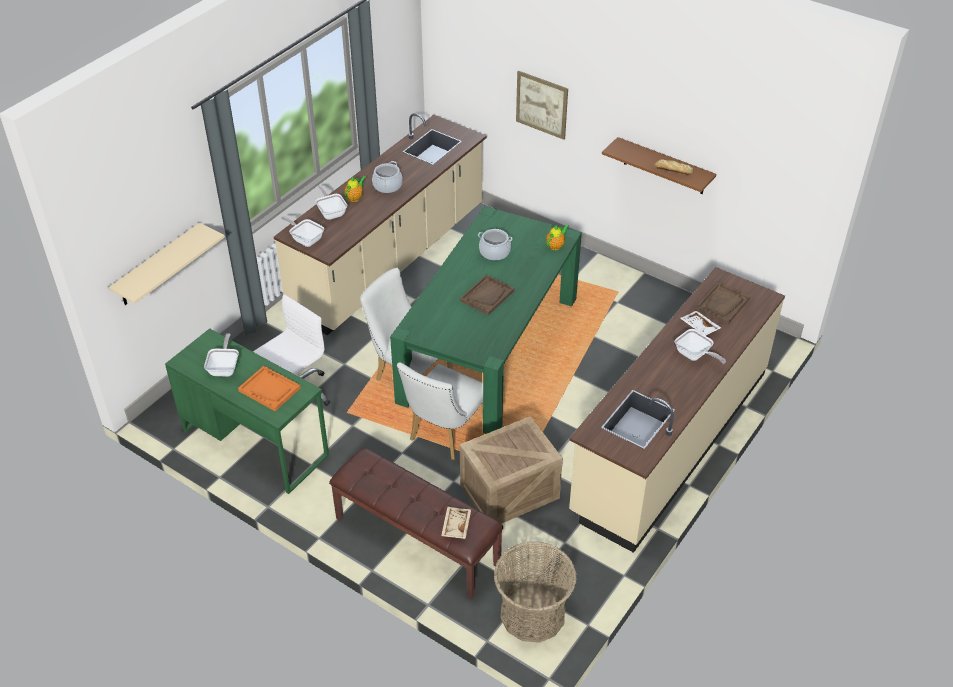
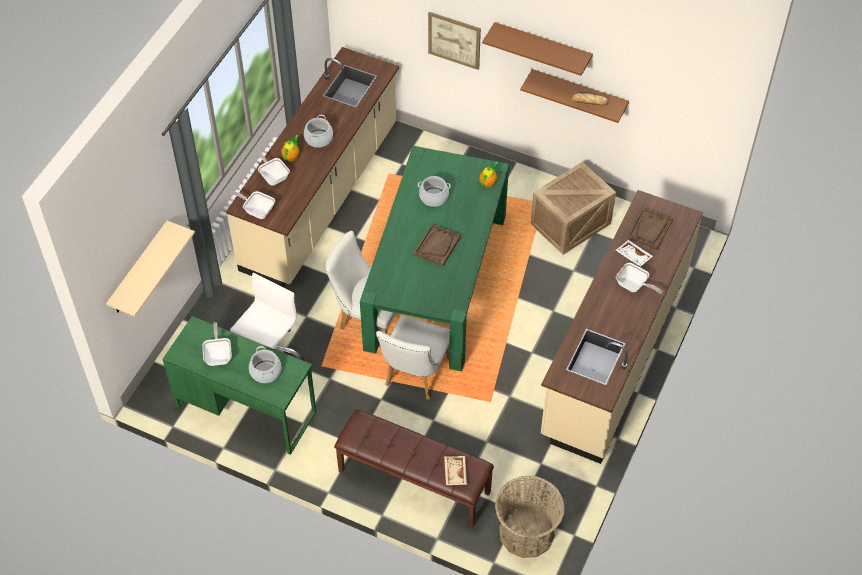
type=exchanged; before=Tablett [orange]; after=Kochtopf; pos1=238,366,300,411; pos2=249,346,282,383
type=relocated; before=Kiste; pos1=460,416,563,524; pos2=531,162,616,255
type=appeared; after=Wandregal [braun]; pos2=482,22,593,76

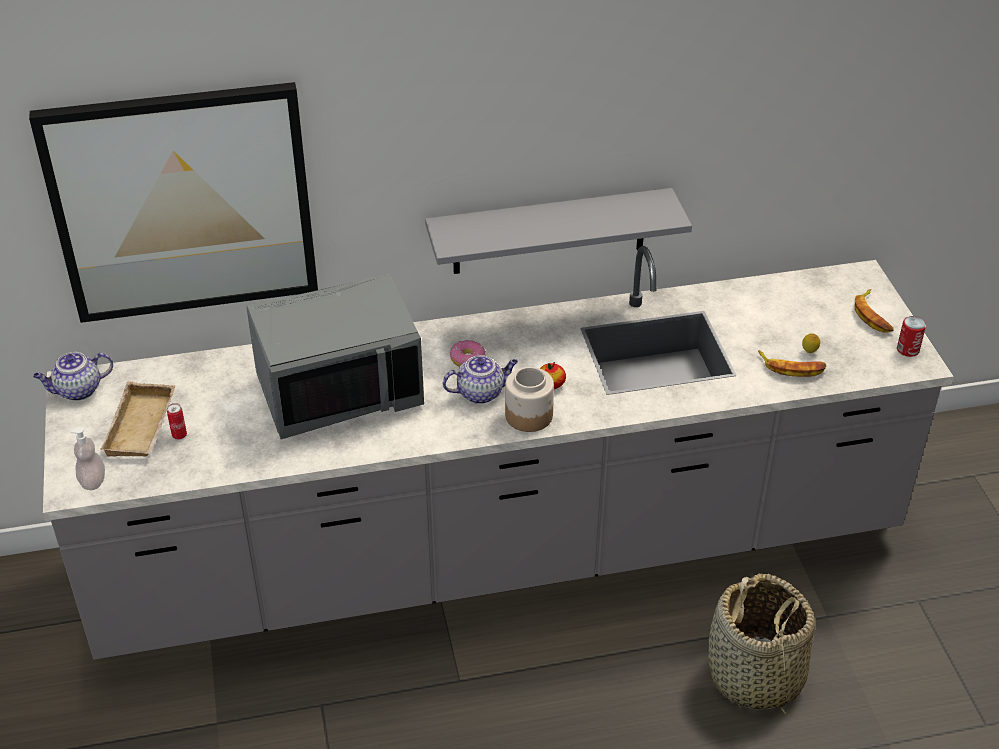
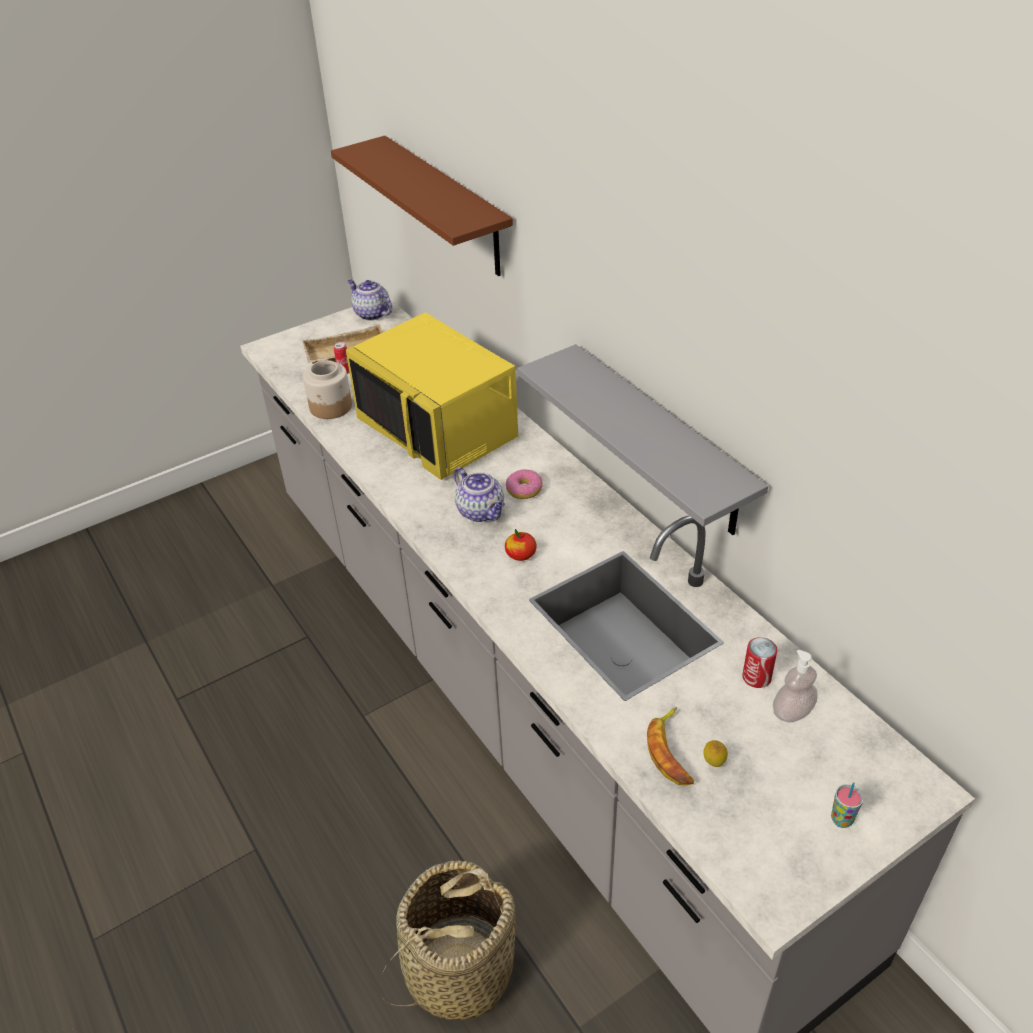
type=exchanged; before=Bild; after=Wandregal [braun]; pos1=29,82,318,323; pos2=331,136,513,276
type=colour; before=Mikrowelle [grau]; after=Mikrowelle [gelb]; pos1=247,274,424,439; pos2=346,312,518,480
type=exchanged; before=Banane; after=Tasse; pos1=855,289,894,333; pos2=831,782,864,828
type=relocated; before=Dose; pos1=897,316,926,357; pos2=742,637,777,688
type=relocated; before=Vorratsglas; pos1=505,367,554,432; pos2=303,360,352,419
type=relocated; before=Seifenspender; pos1=70,427,105,490; pos2=773,650,818,722

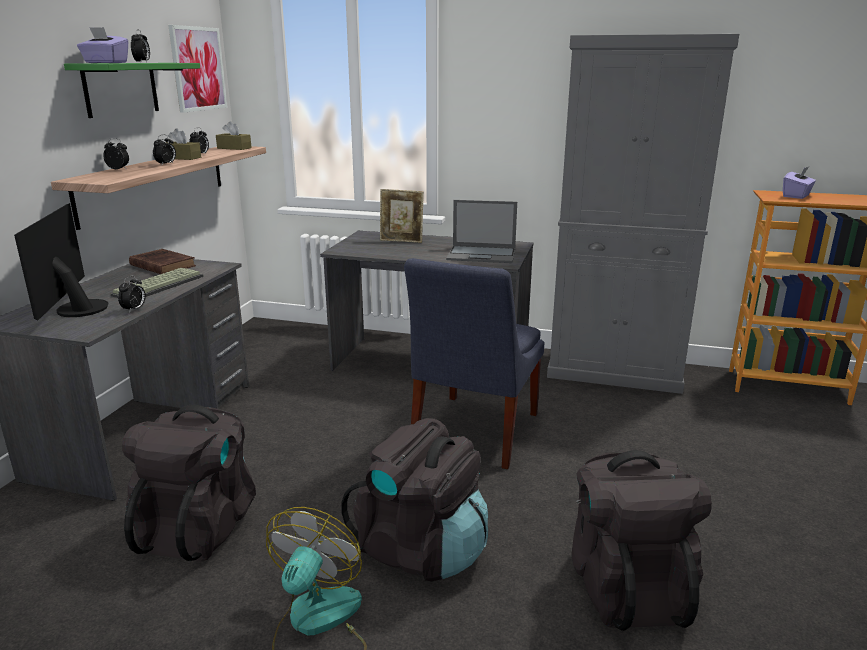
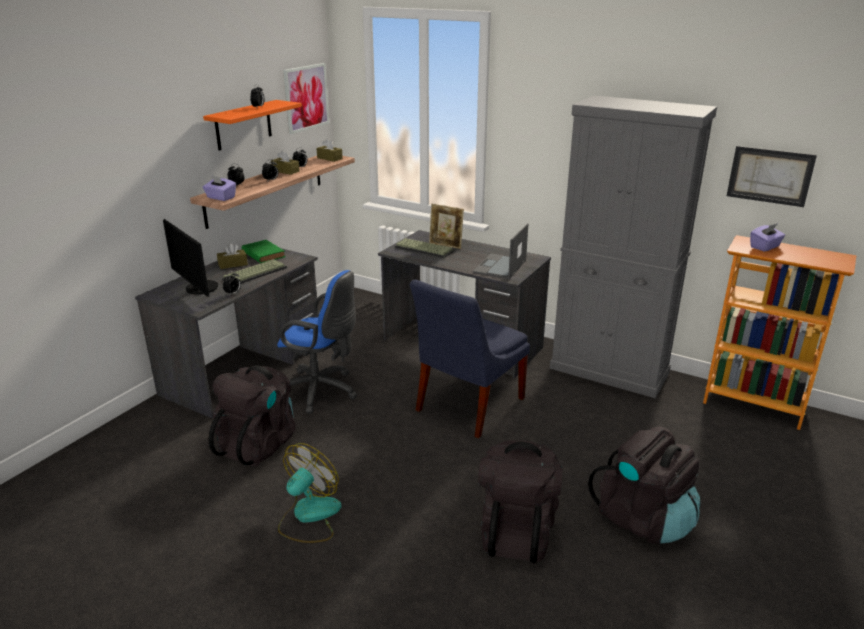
type=relocated; before=Taschentuchbox [lila]; pos1=77,27,128,63; pos2=203,175,236,201
type=colour; before=Wandregal [grün]; after=Wandregal [orange]; pos1=64,63,200,118; pos2=203,100,302,151
type=spun; before=Laptop; pos1=446,200,517,263; pos2=473,223,528,279; turn=90
type=spun; before=Monitor; pos1=14,203,109,321; pos2=163,219,218,297; turn=-45
type=colour; before=Buch [braun]; after=Buch [grün]; pos1=129,249,196,274; pos2=242,240,286,263
type=relocated; before=Rucksack [schwarz]; pos1=341,418,488,581; pos2=588,427,700,544
type=appeared; after=Bild; pos2=727,146,817,207
type=appeared; after=Tastatur; pos2=395,238,454,258
type=appeared; after=Taschentuchbox [braun]; pos2=217,243,248,269
type=appeared; after=Bürostuhl [blau]; pos2=277,270,357,414

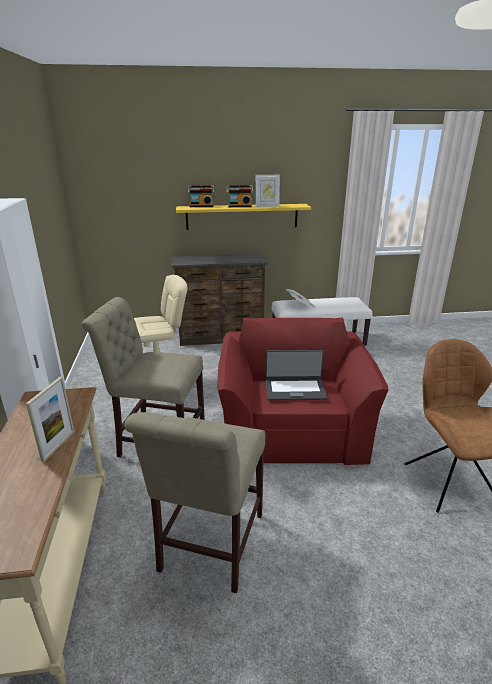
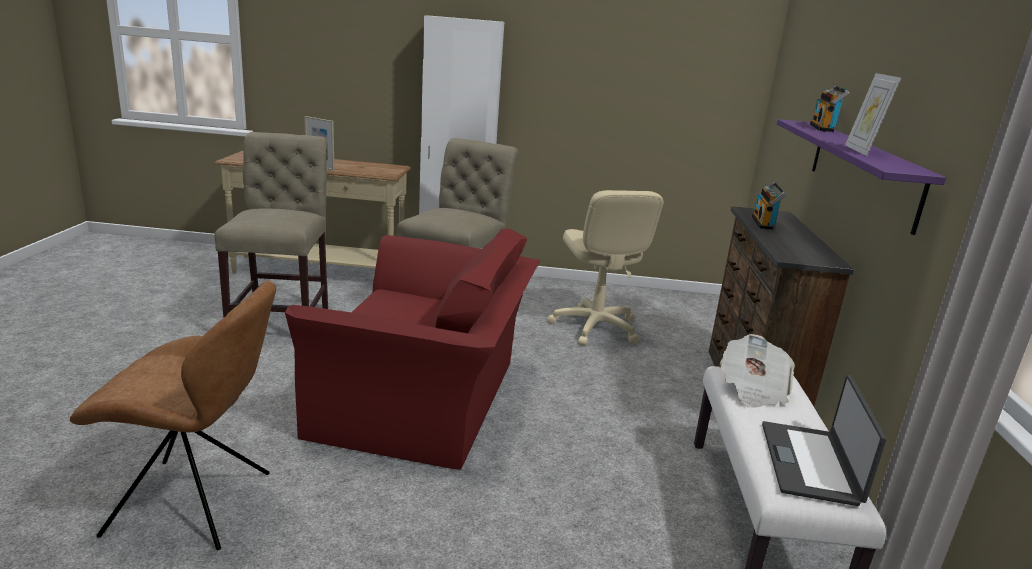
type=relocated; before=Radio; pos1=227,185,253,207; pos2=752,182,787,230
type=colour; before=Wandregal [gelb]; after=Wandregal [lila]; pos1=176,204,311,230; pos2=777,119,946,235
type=relocated; before=Laptop; pos1=265,350,327,400; pos2=762,375,887,506
type=spun; before=Stuhl [beige]; pos1=124,412,266,593; pos2=215,132,328,318; turn=60

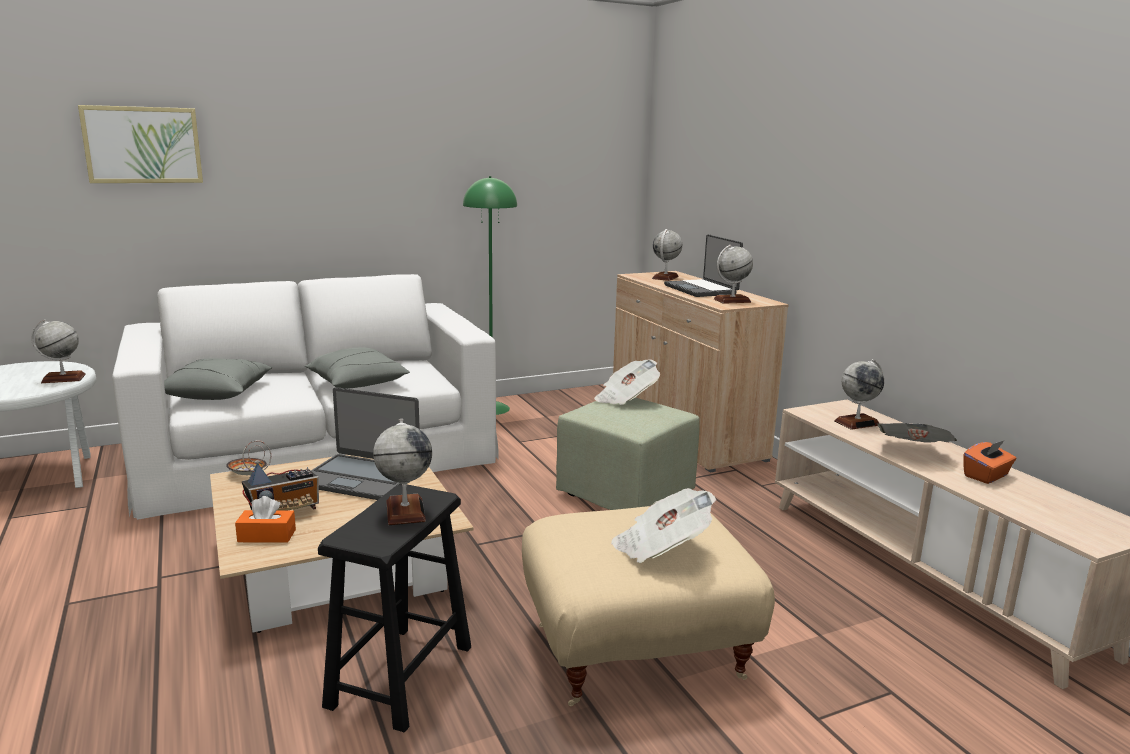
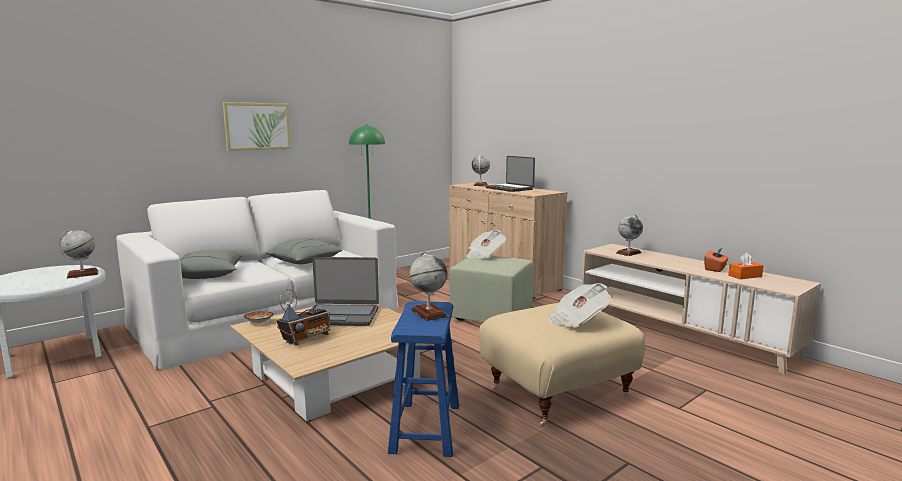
type=relocated; before=Bild; pos1=78,105,203,183; pos2=223,102,291,151
type=missing; before=Globus; pos1=714,245,753,304
type=missing; before=Zeitung; pos1=877,423,957,443
type=colour; before=Hocker [schwarz]; after=Hocker [blau]; pos1=318,485,471,733; pos2=388,301,459,457
type=relocated; before=Taschentuchbox [orange]; pos1=235,496,296,542; pos2=728,253,764,279

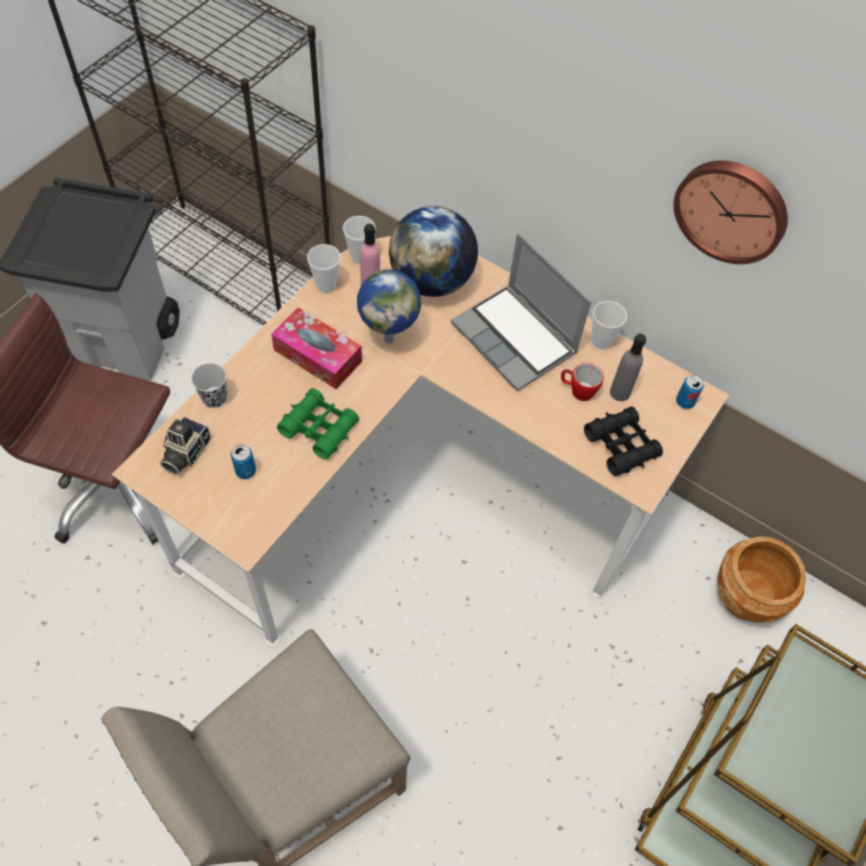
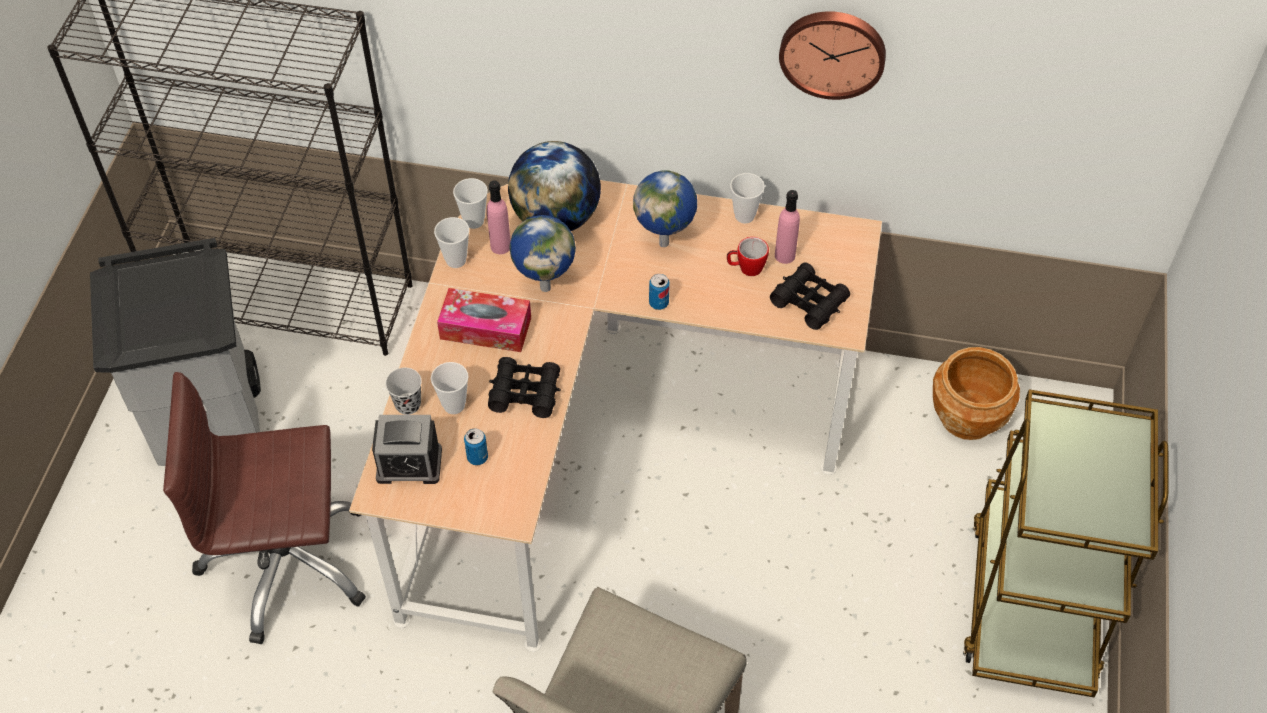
type=exchanged; before=Laptop; after=Globus; pos1=451,233,591,391; pos2=633,171,697,247
type=colour; before=Flasche [grau]; after=Flasche [rosa]; pos1=610,334,646,401; pos2=775,190,800,264
type=relocated; before=Dose; pos1=676,375,704,409; pos2=649,274,670,310
type=colour; before=Fernglas [grün]; after=Fernglas [schwarz]; pos1=277,388,359,459; pos2=488,357,561,418
type=exchanged; before=Kamera; after=Wecker; pos1=160,417,211,475; pos2=372,415,442,484
type=appeared; after=Tasse; pos2=431,362,469,414

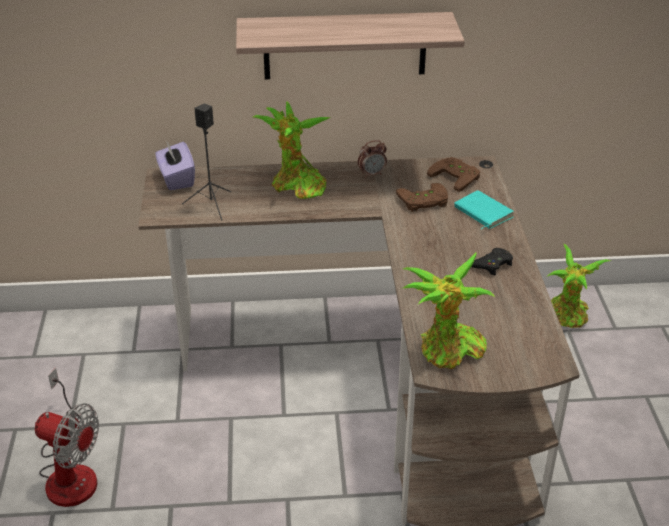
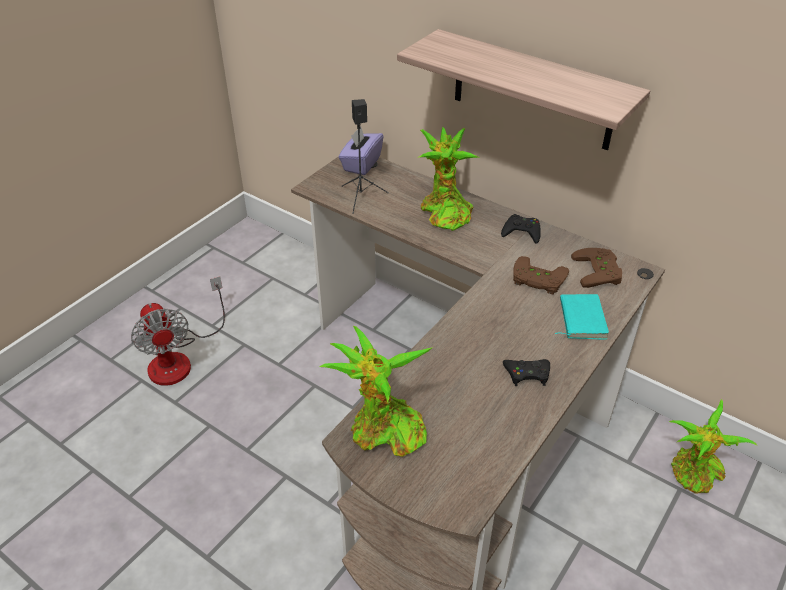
type=exchanged; before=Wecker; after=Gamepad [schwarz]; pos1=358,140,387,178; pos2=501,214,541,244

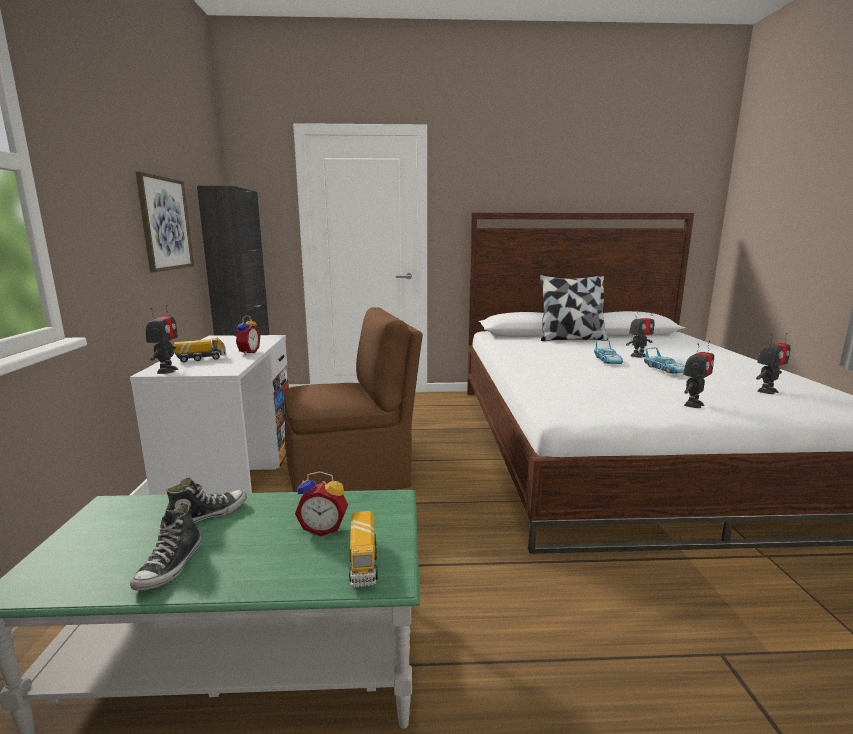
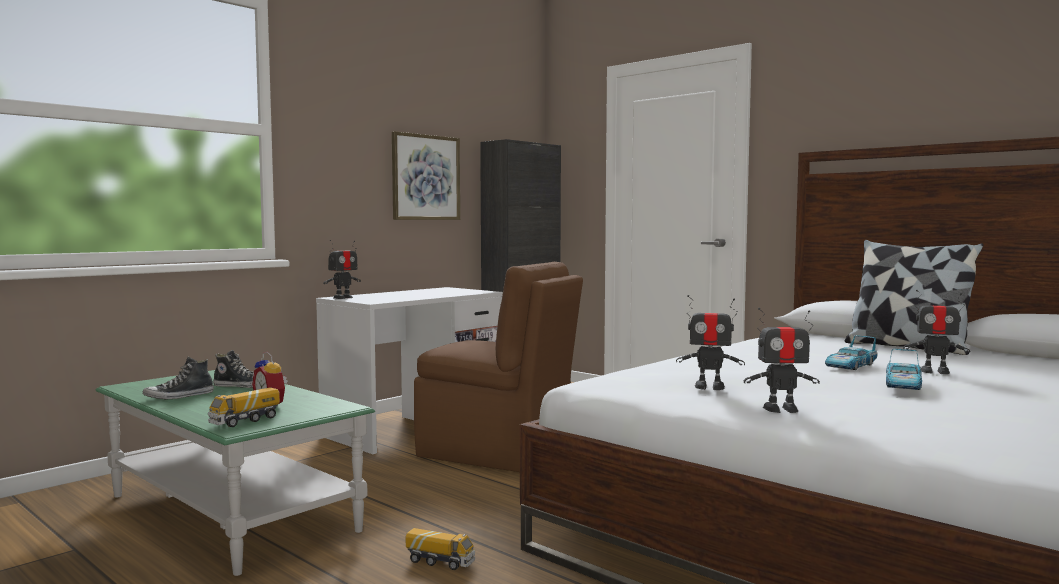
type=missing; before=Wecker; pos1=234,315,260,355
type=relocated; before=Spielzeugroboter; pos1=756,333,791,394; pos2=676,295,745,390
type=relocated; before=Spielzeuglaster; pos1=174,337,226,362; pos2=406,528,475,570

